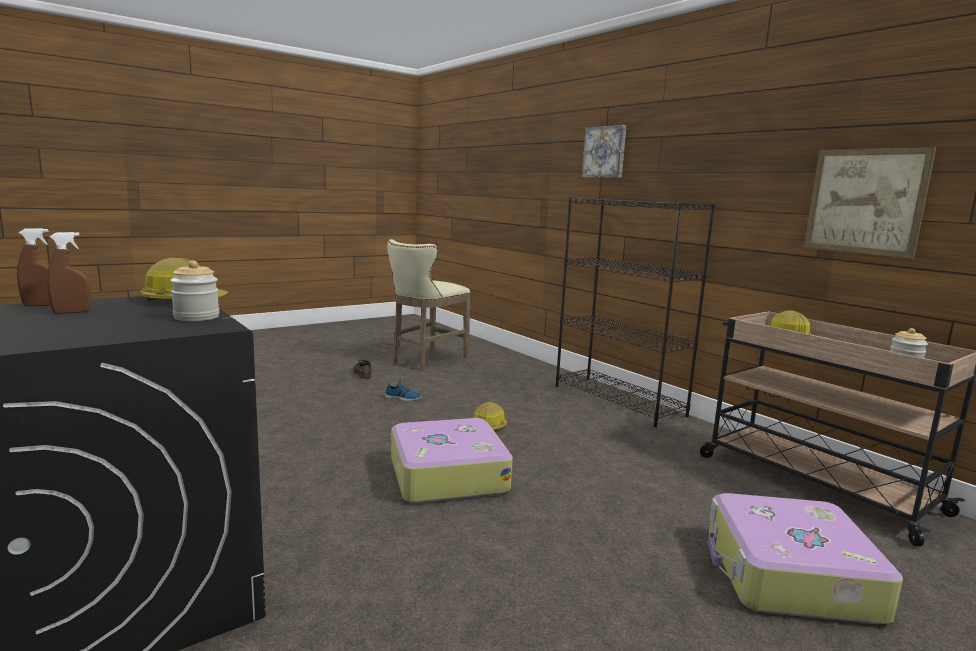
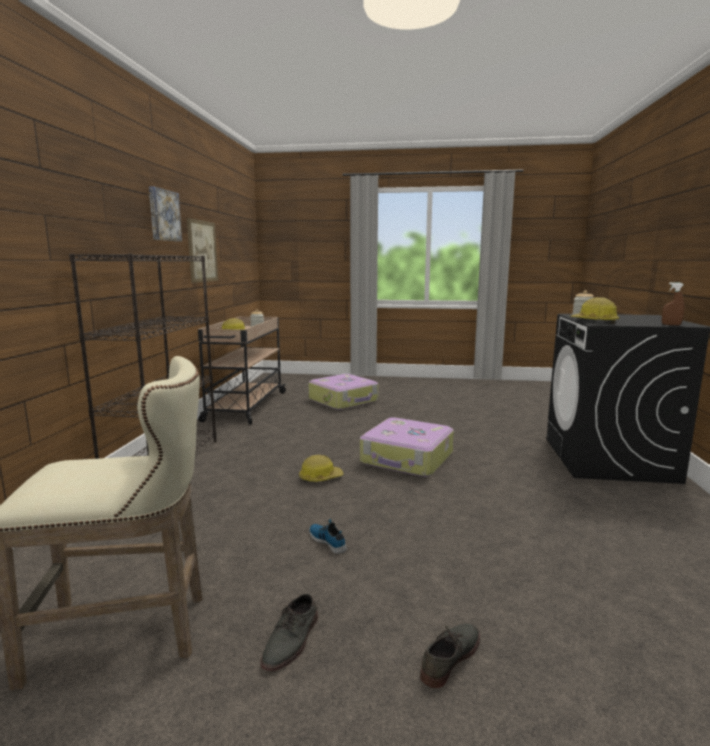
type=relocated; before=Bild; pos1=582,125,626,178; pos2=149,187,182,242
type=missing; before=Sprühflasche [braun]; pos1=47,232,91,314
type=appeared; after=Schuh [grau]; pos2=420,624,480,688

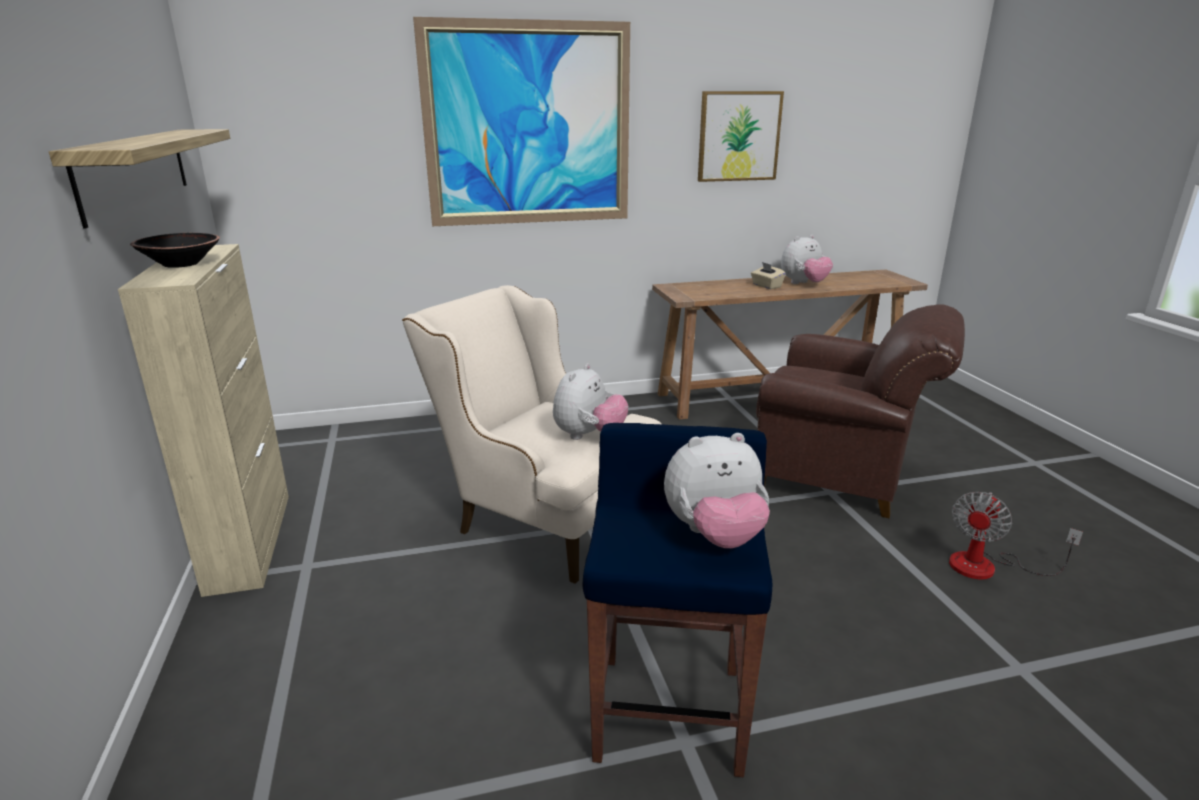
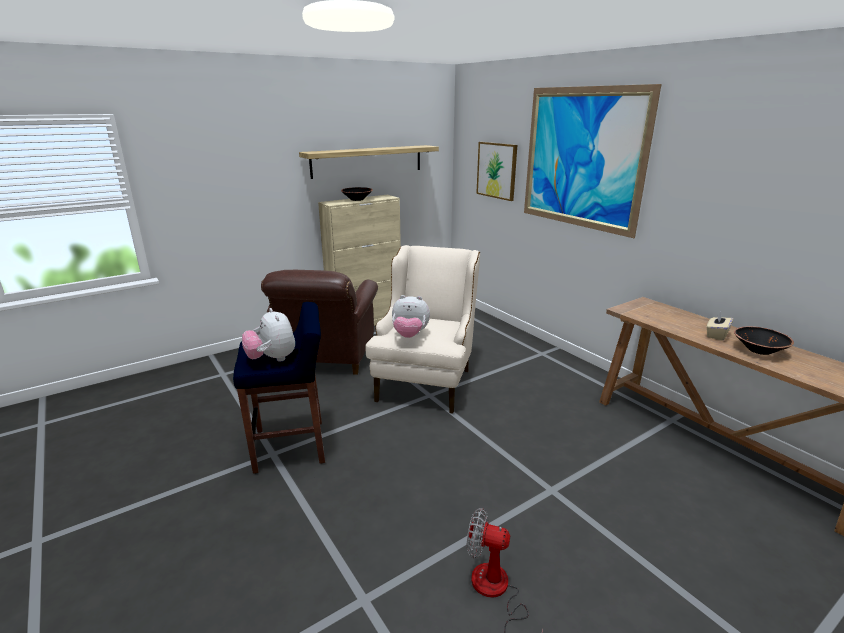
type=relocated; before=Bild; pos1=698,91,784,182; pos2=476,142,517,201
type=exchanged; before=Plüschtier; after=Schüssel [schwarz]; pos1=781,235,833,284; pos2=734,326,794,355
type=relocated; before=Sessel [braun]; pos1=756,304,965,518; pos2=261,270,378,375

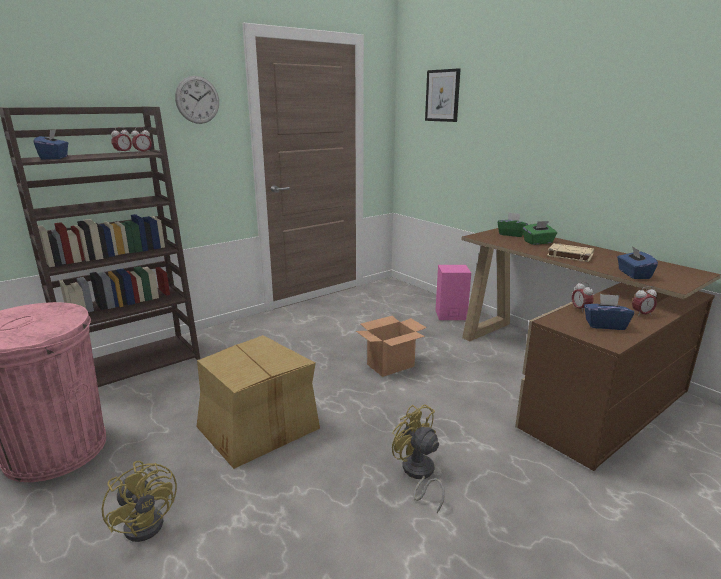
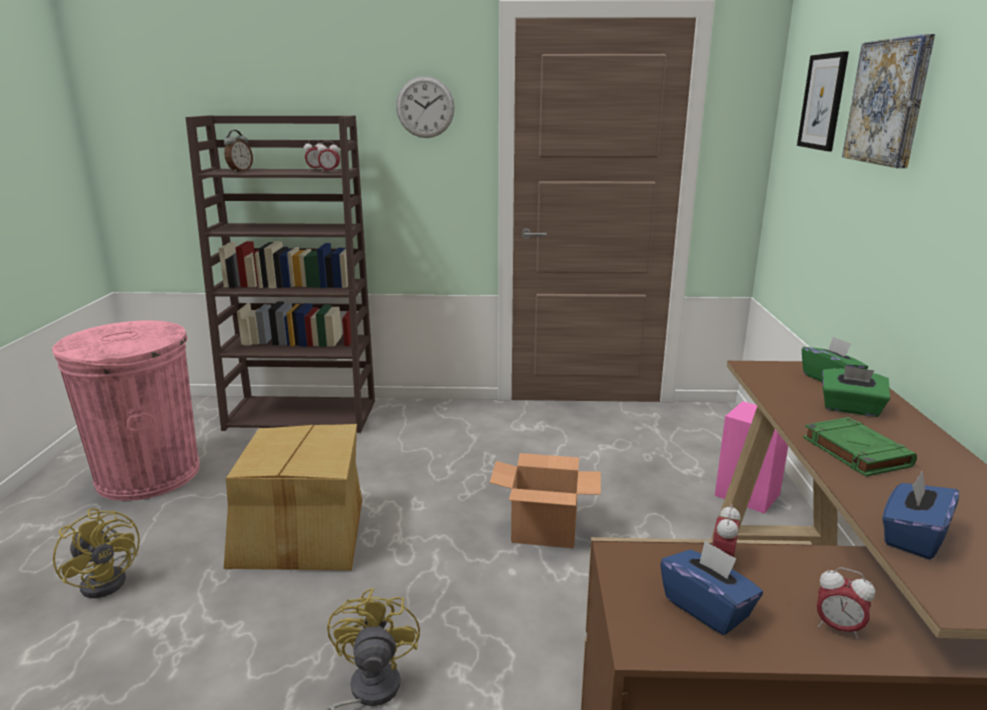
type=exchanged; before=Taschentuchbox [blau]; after=Wecker; pos1=34,130,68,159; pos2=224,130,253,172
type=colour; before=Buch [beige]; after=Buch [grün]; pos1=547,243,594,262; pos2=803,417,917,477
type=spun; before=Ventilator [gelb]; pos1=102,461,177,542; pos2=53,508,140,598; turn=-45
type=appeared; after=Bild; pos2=842,34,935,168

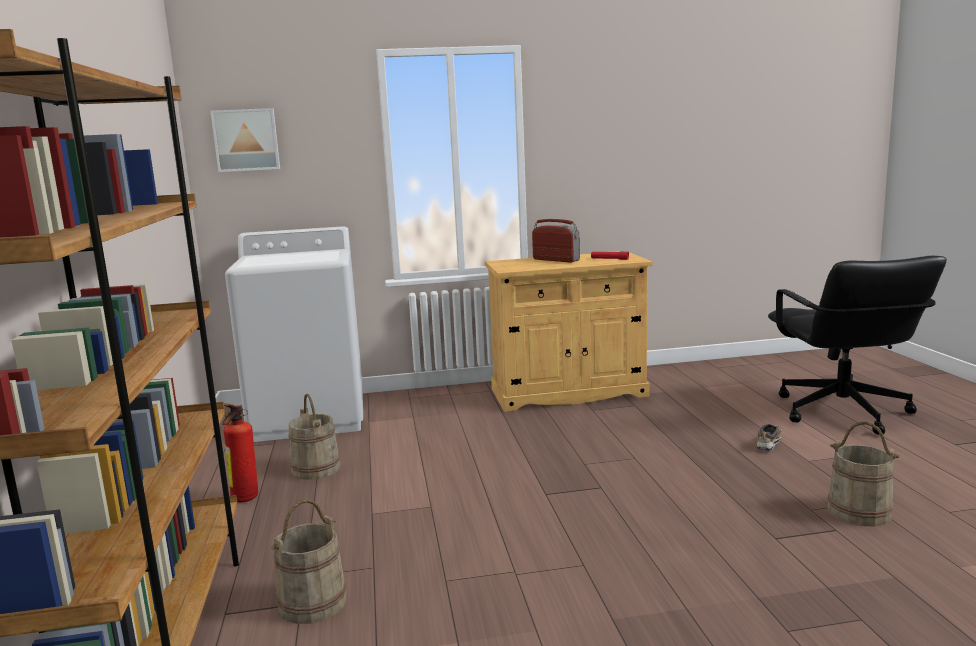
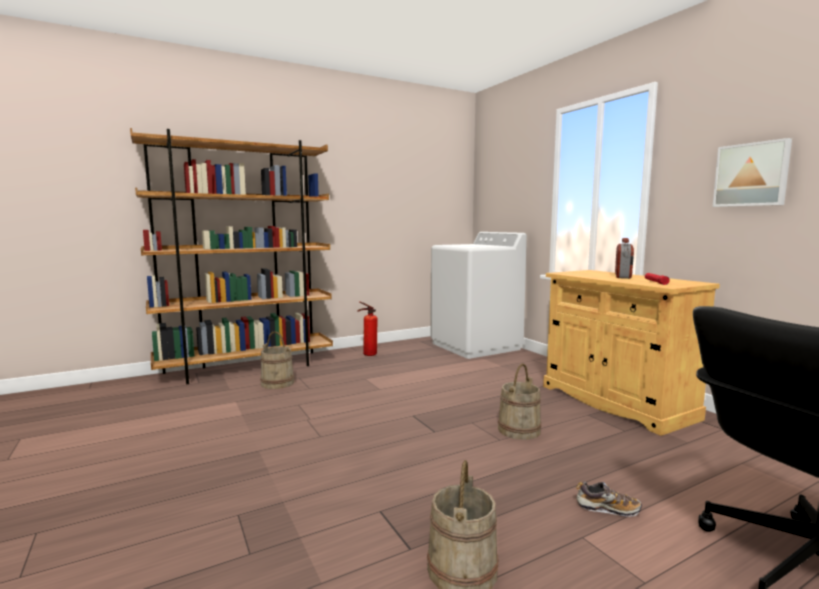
type=relocated; before=Bild; pos1=210,108,280,172; pos2=712,138,792,207
type=relocated; before=Eimer [beige]; pos1=289,394,340,480; pos2=498,364,541,440

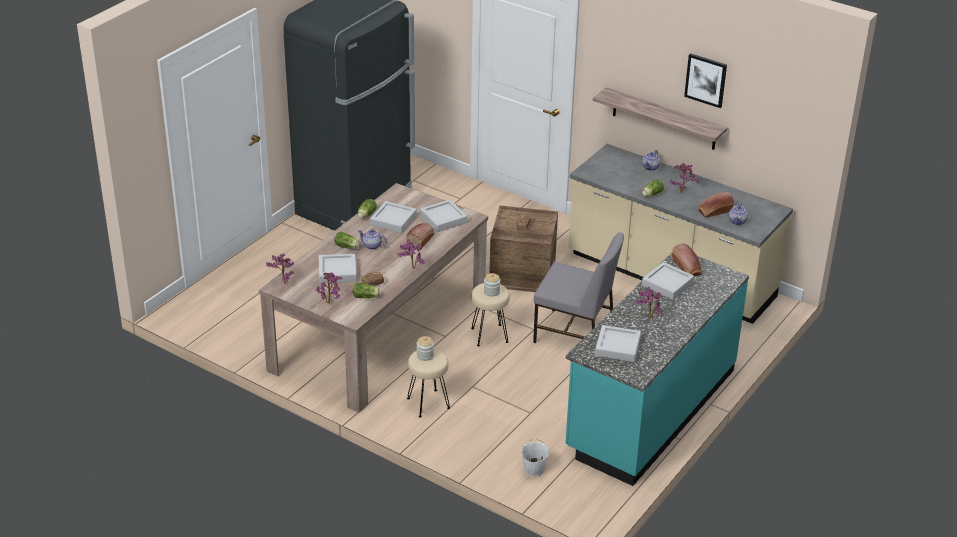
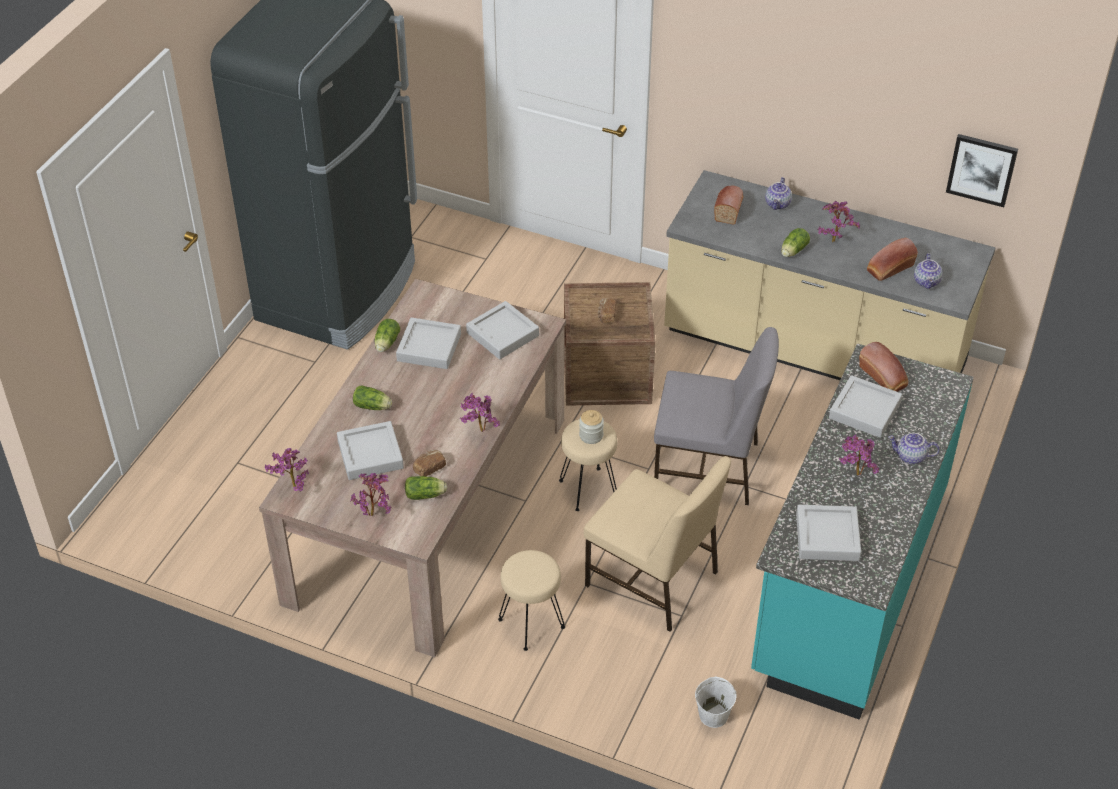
type=relocated; before=Bild; pos1=684,53,727,108; pos2=946,134,1018,207
type=missing; before=Wandregal; pos1=593,88,727,150
type=relocated; before=Brot; pos1=406,223,434,250; pos2=714,186,744,225
type=relocated; before=Teekanne; pos1=358,230,387,250; pos2=888,433,940,464
type=missing; before=Vorratsglas; pos1=417,336,434,361
type=appeared; after=Stuhl [beige]; pos2=584,456,731,632

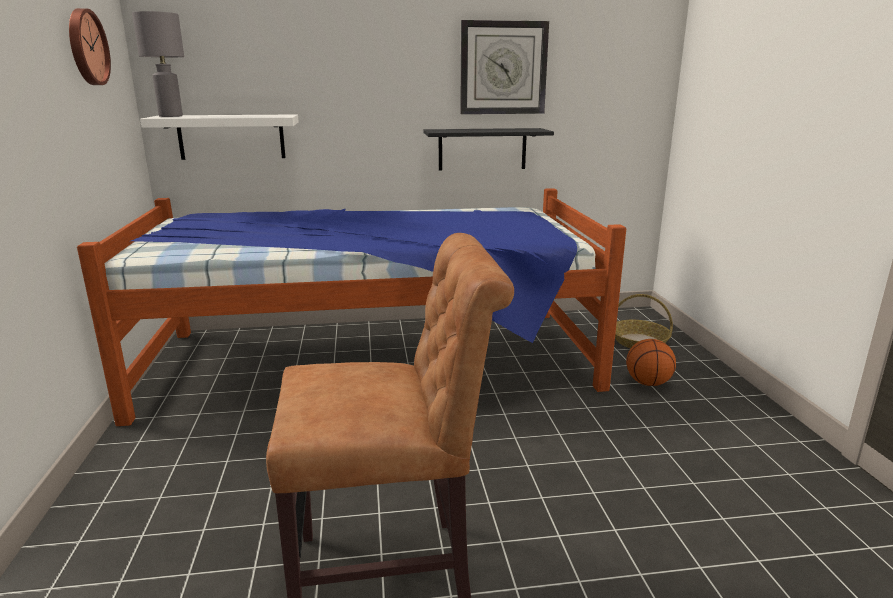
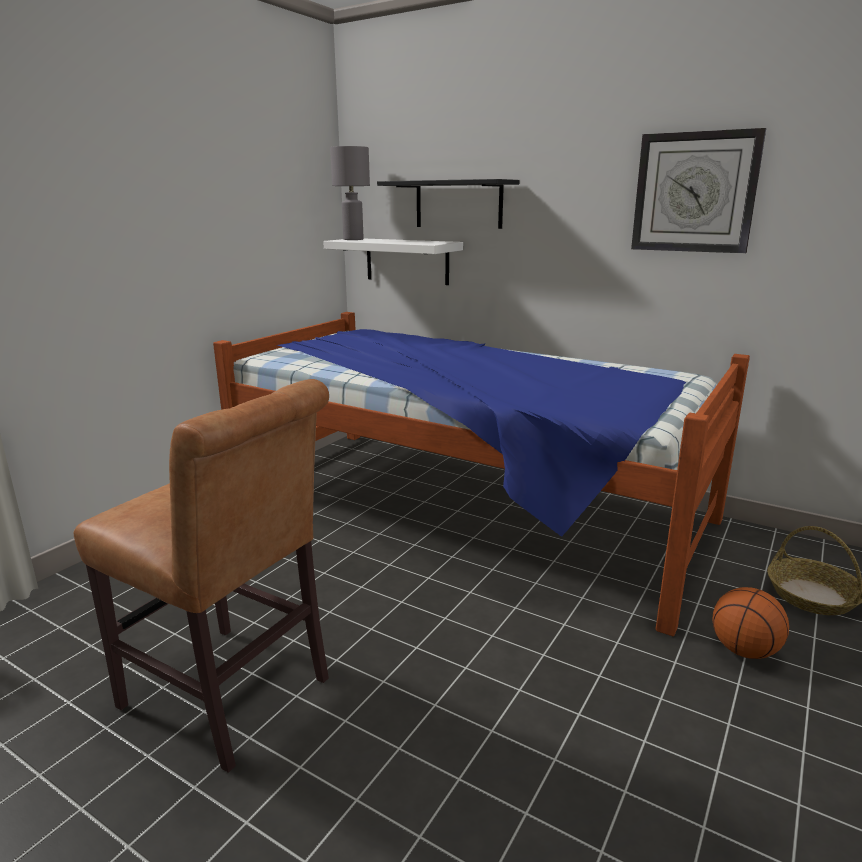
type=missing; before=Wanduhr; pos1=69,8,111,85
type=relocated; before=Wandregal [schwarz]; pos1=423,128,554,171; pos2=377,179,520,229

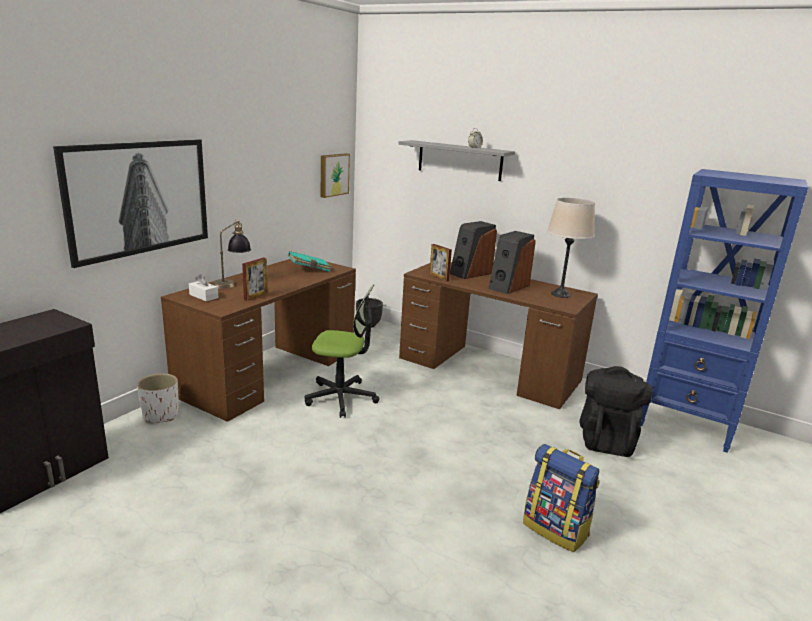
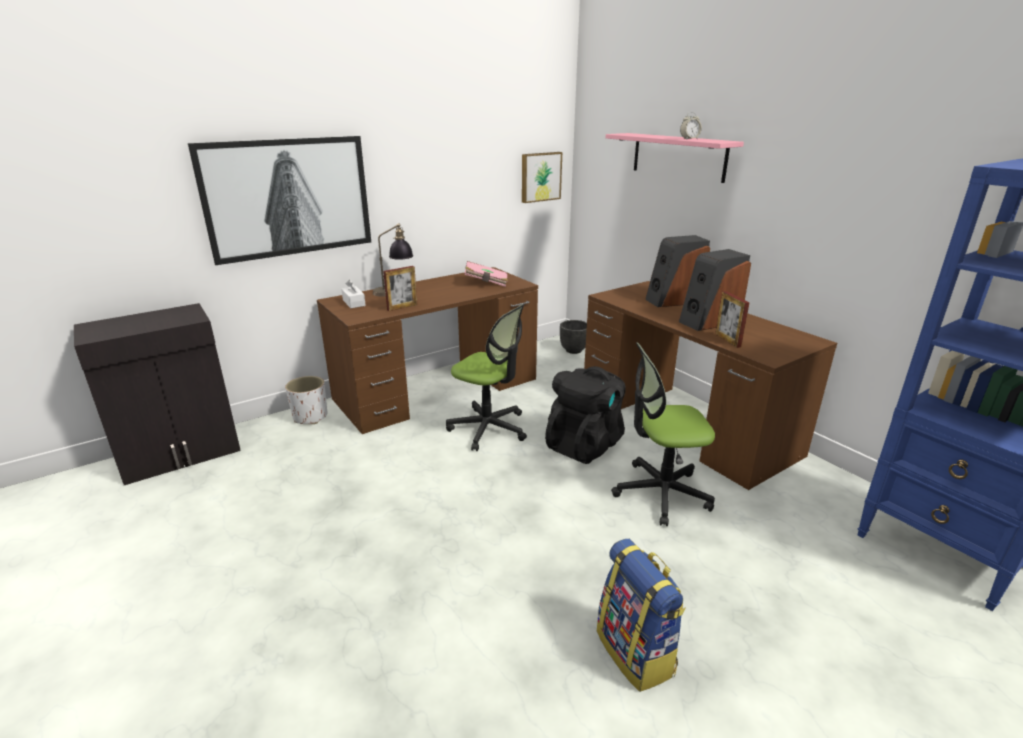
type=colour; before=Wandregal [grau]; after=Wandregal [rosa]; pos1=398,140,515,181; pos2=606,133,744,183
type=missing; before=Tischlampe [beige]; pos1=547,198,595,298
type=relocated; before=Bilderrahmen; pos1=429,244,452,282; pos2=715,291,749,348
type=colour; before=Buch [türkis]; after=Buch [rosa]; pos1=288,251,332,272; pos2=464,261,508,287
type=relocated; before=Rucksack [schwarz]; pos1=580,366,652,457; pos2=545,366,626,464
type=appeared; after=Bürostuhl; pos2=611,342,715,526

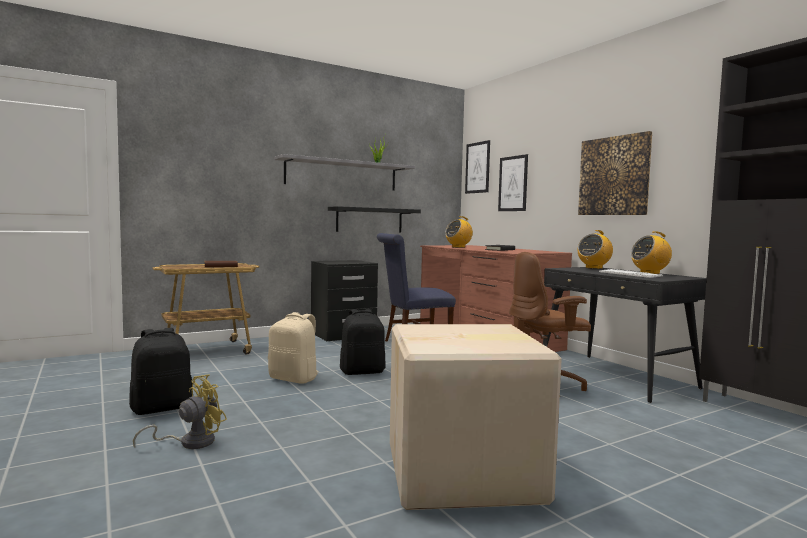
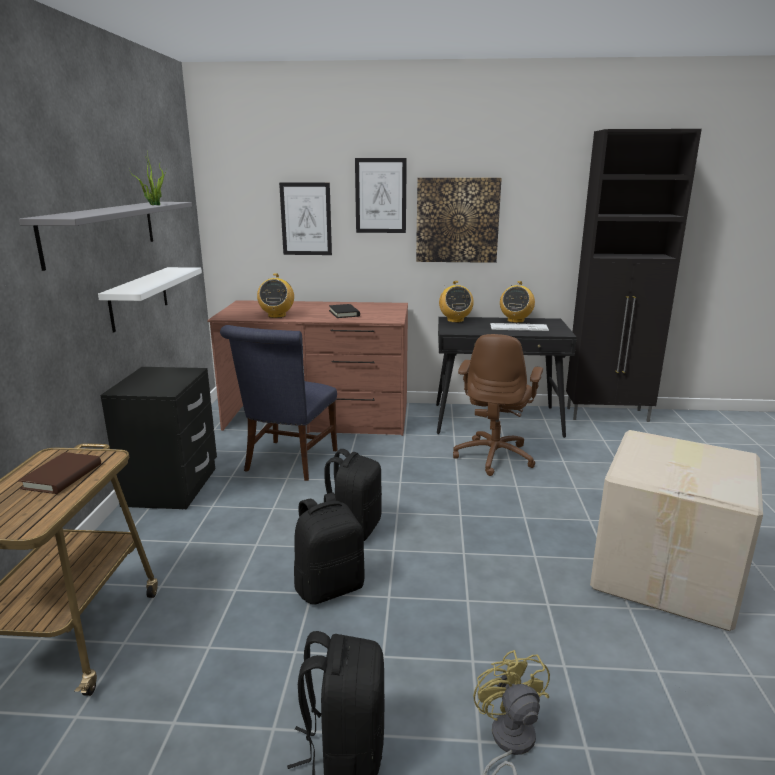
type=relocated; before=Bild; pos1=465,140,490,194; pos2=355,158,407,233
type=colour; before=Wandregal [schwarz]; after=Wandregal [weiß]; pos1=328,206,421,233; pos2=98,267,202,332
type=colour; before=Rucksack [beige]; after=Rucksack [schwarz]; pos1=268,312,319,384; pos2=294,493,365,605

